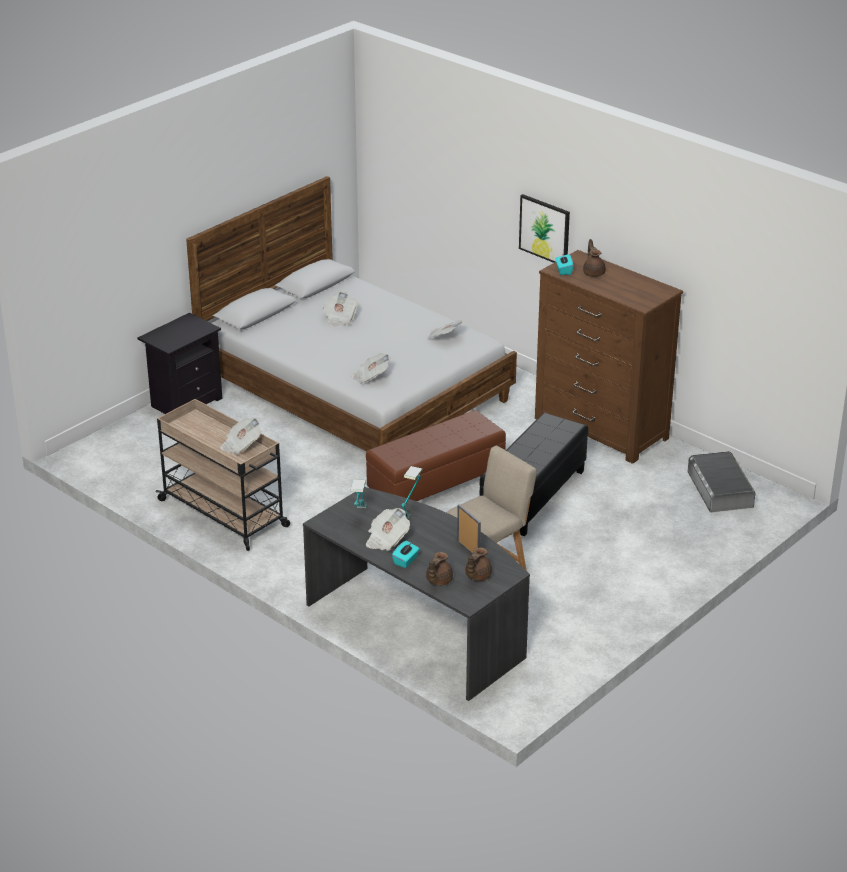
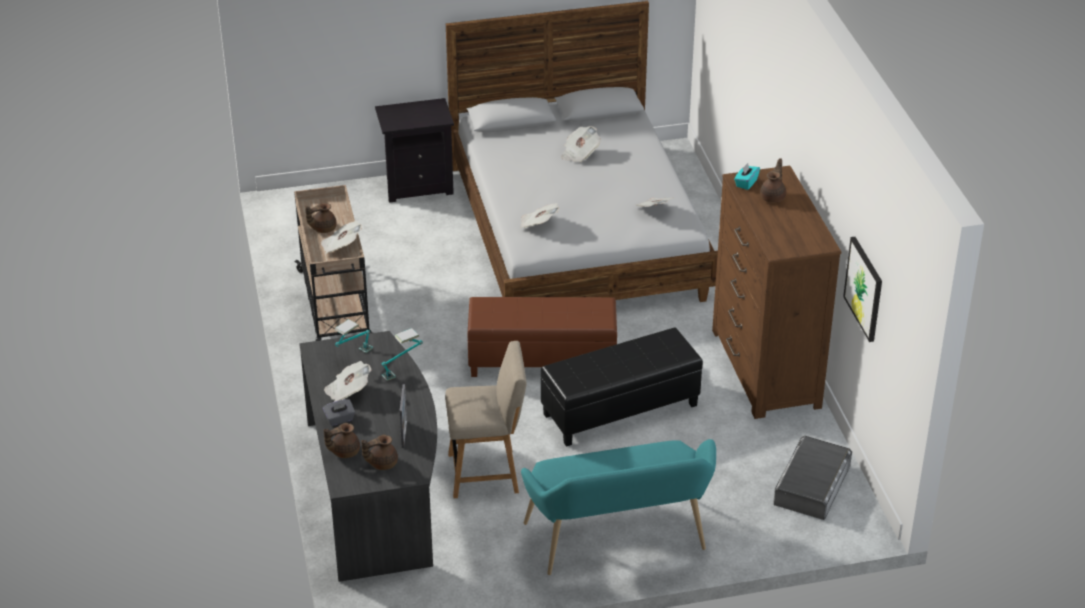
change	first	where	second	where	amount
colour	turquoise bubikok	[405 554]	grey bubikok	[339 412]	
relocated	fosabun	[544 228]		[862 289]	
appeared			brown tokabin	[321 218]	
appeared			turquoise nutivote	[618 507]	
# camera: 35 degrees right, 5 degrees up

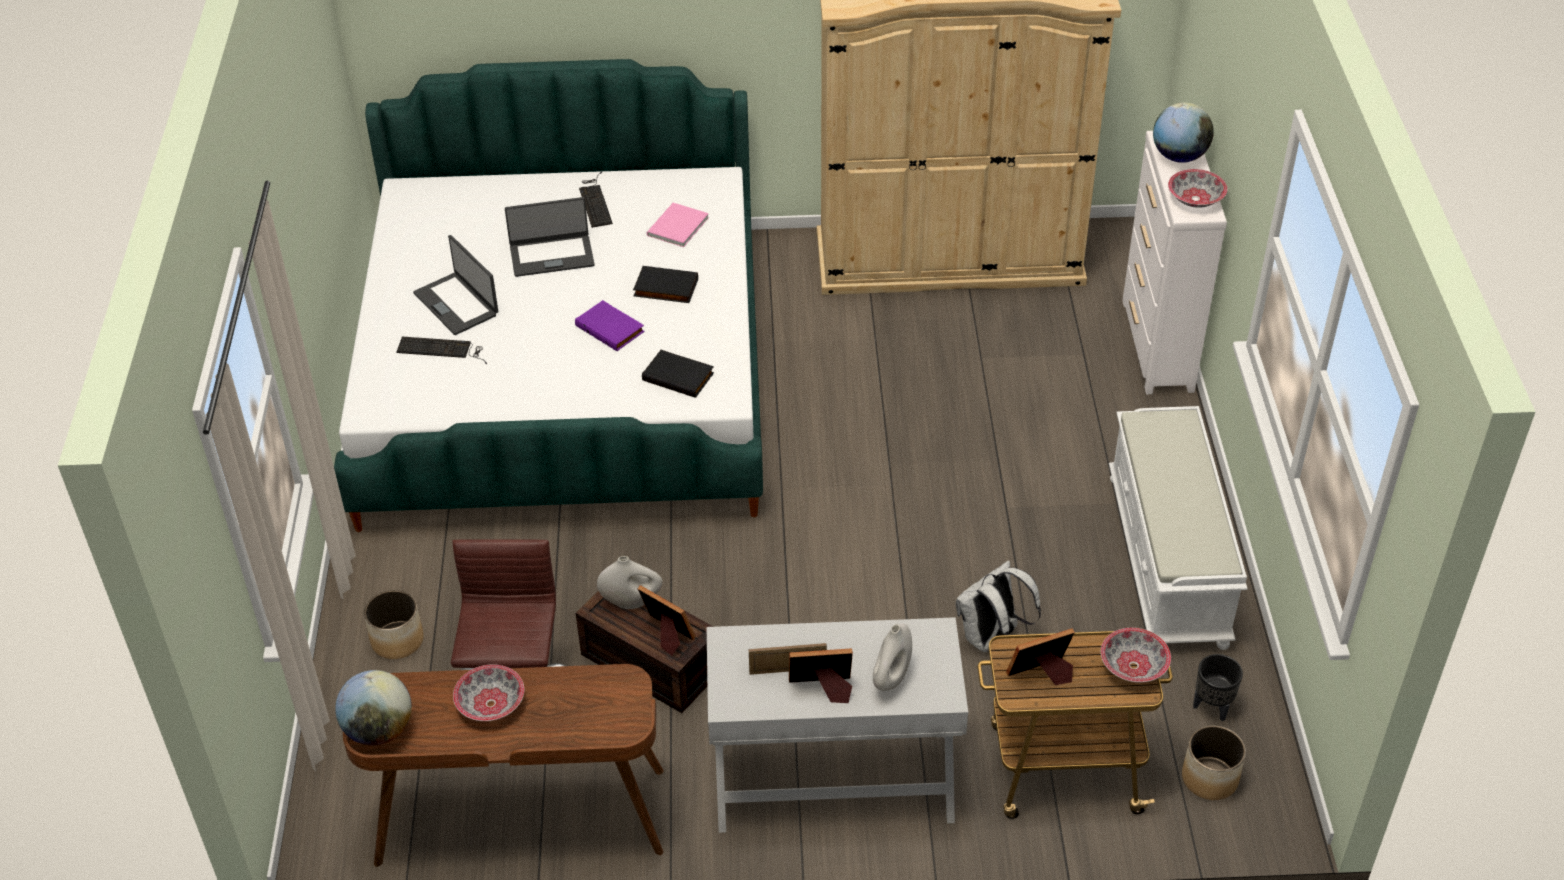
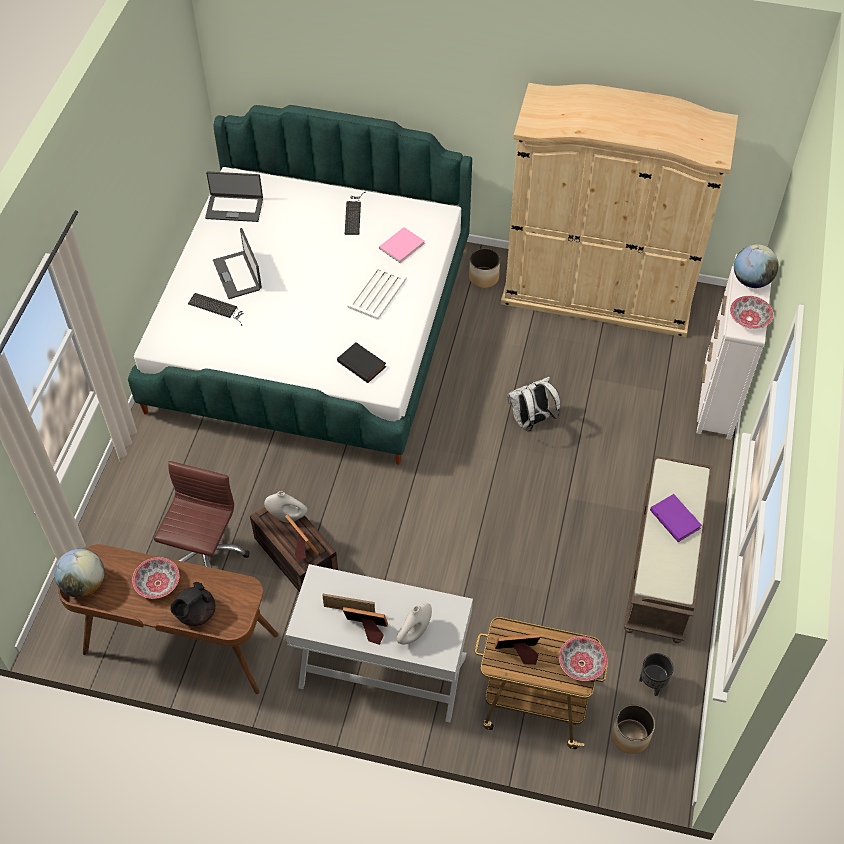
change	first	where	second	where	amount
relocated	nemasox	[394 624]		[484 268]	
relocated	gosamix	[550 237]		[234 197]	
relocated	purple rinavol	[609 325]		[676 518]	
exchanged	black rinavol	[665 284]	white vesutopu	[376 292]	
relocated	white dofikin	[998 606]		[534 404]	
colour	white nutivote	[1178 528]	brown nutivote	[668 549]	
appeared			black tokabin	[192 604]	
# camera: 15 degrees right, 10 degrees up

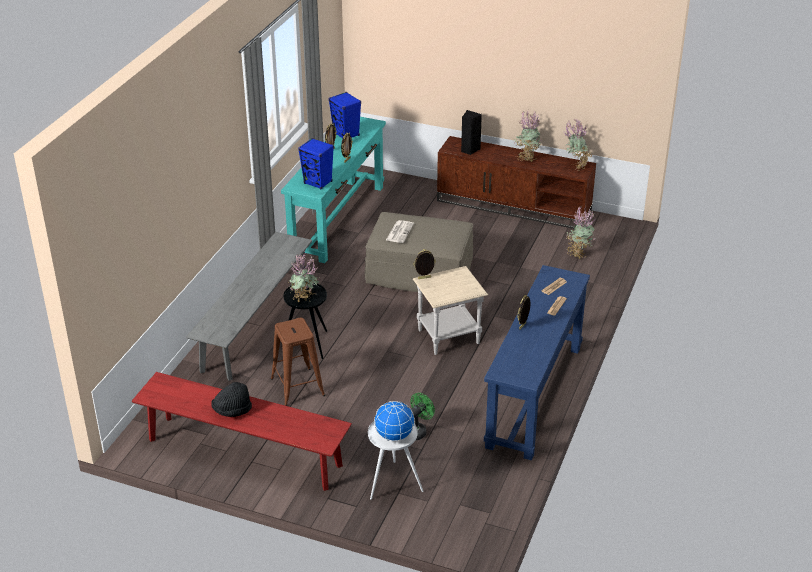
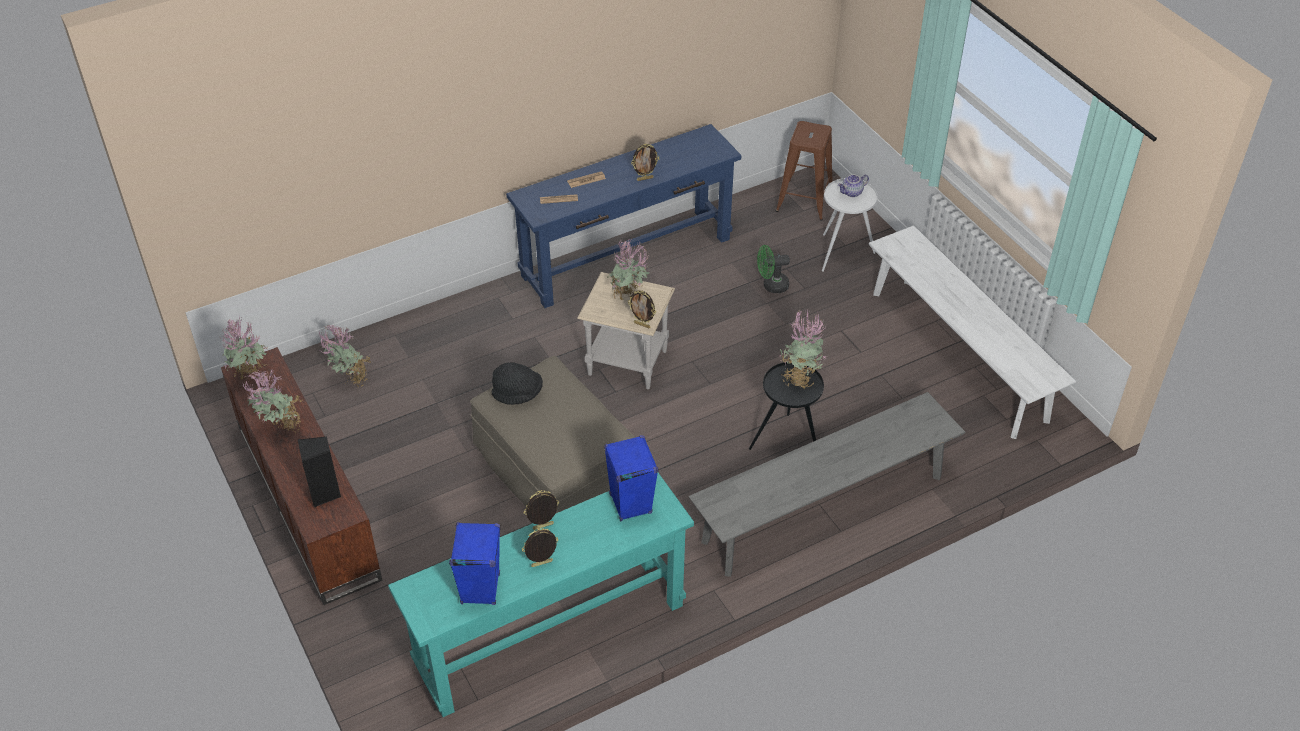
change	first	where	second	where	amount
colour	red nutivote	[242 431]	white nutivote	[973 332]	
relocated	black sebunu	[231 399]		[517 383]	
relocated	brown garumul	[298 362]		[804 171]	
exchanged	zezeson	[394 421]	tokabin	[853 186]	
missing	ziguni	[400 231]			
appeared			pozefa	[628 268]	
# camera: 140 degrees left, 10 degrees up

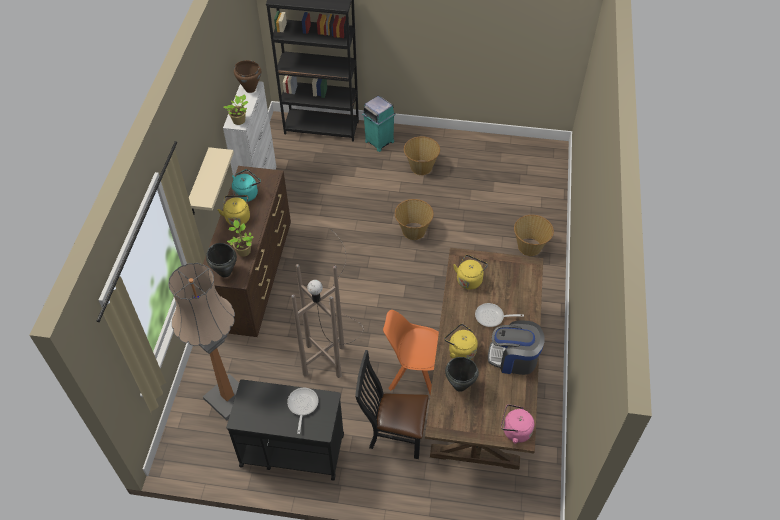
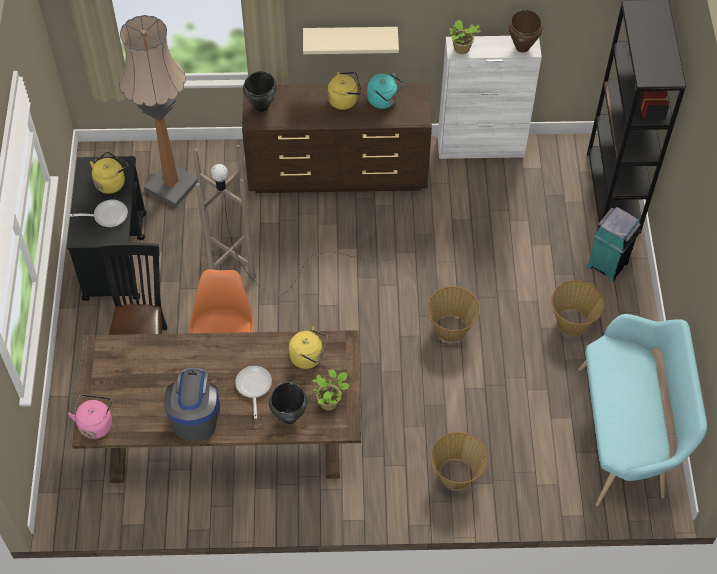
change	first	where	second	where	amount
relocated	pozefa	[240 238]		[331 390]	
relocated	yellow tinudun	[461 342]		[109 173]	
relocated	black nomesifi	[462 374]		[288 403]	
appeared			turquoise nutivote	[642 410]	
# camera: 80 degrees right, 5 degrees up

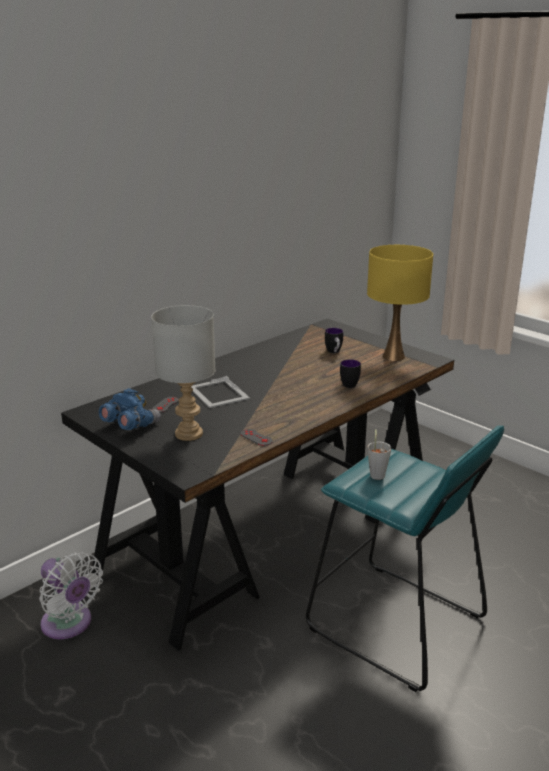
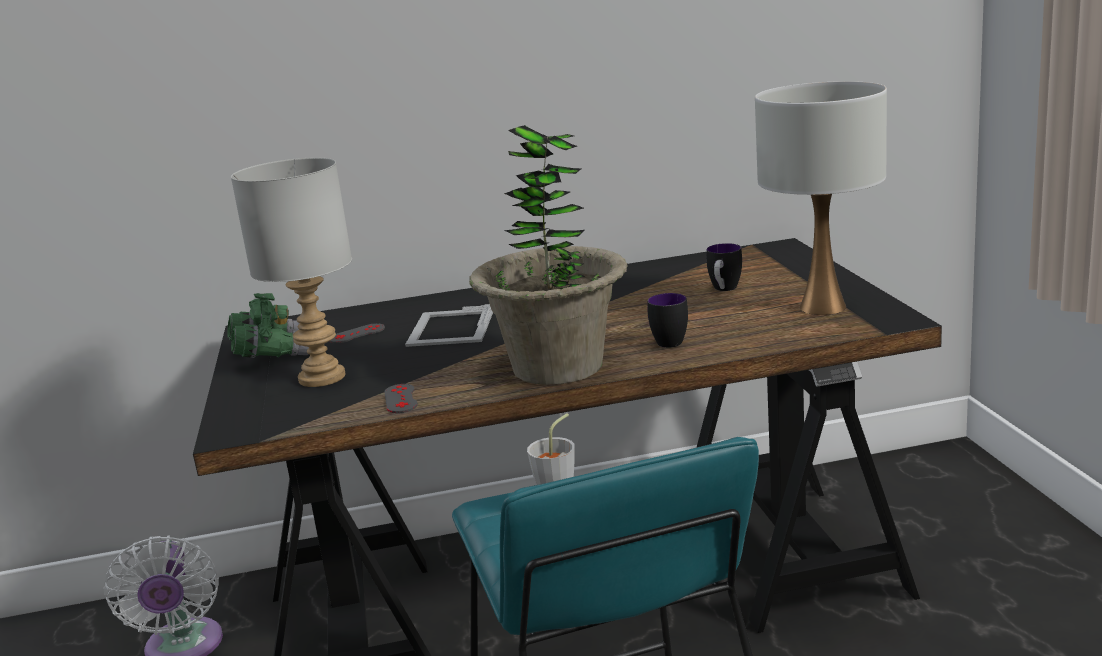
change	first	where	second	where	amount
colour	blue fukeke	[130 409]	green fukeke	[268 325]	
colour	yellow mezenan	[400 303]	white mezenan	[821 198]	
appeared			pozefa	[548 255]	
# camera: 35 degrees right, 5 degrees down

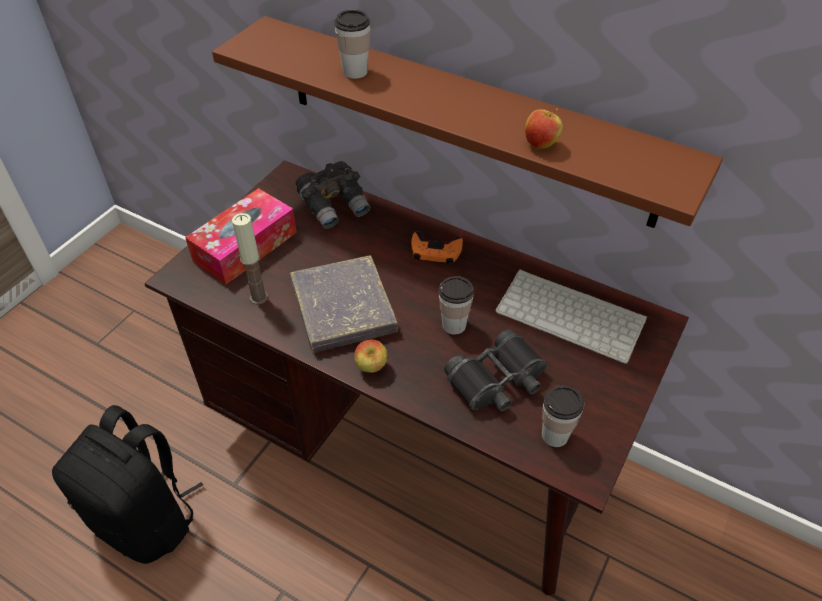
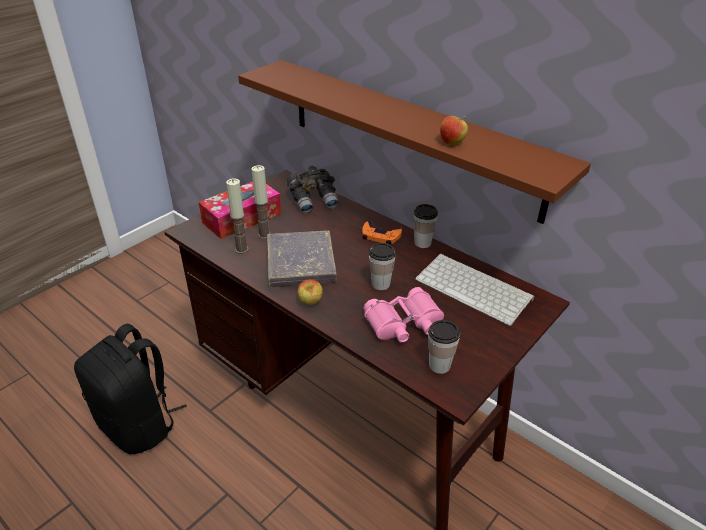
change	first	where	second	where	amount
relocated	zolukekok	[352 44]		[425 226]	
colour	black fukeke	[495 370]	pink fukeke	[404 315]	
appeared			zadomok	[261 202]	
# camera: 10 degrees right, 10 degrees down

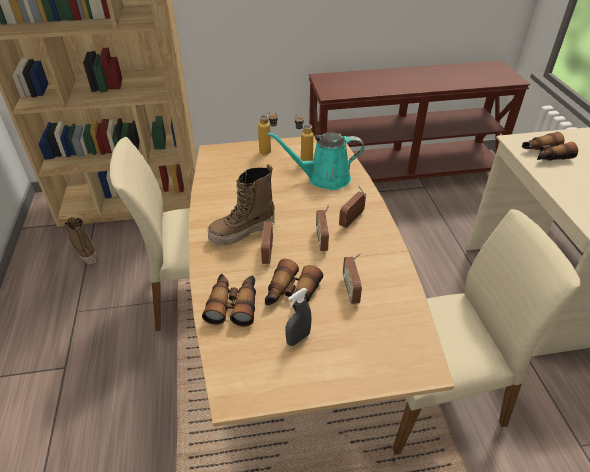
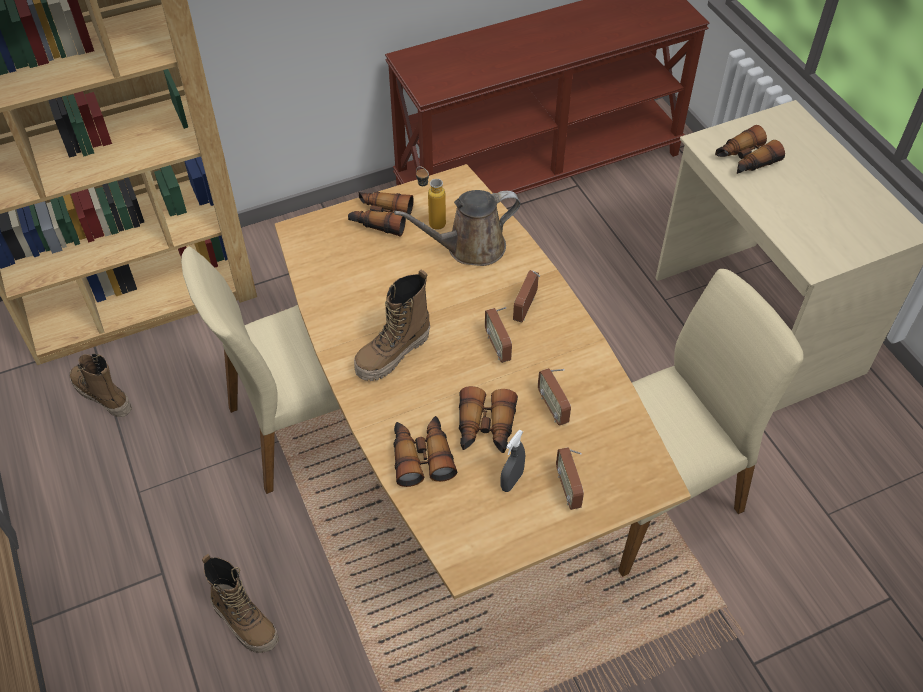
change	first	where	second	where	amount
exchanged	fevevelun	[268 133]	fukeke	[381 214]	
relocated	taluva	[267 240]		[570 478]	
colour	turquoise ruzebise	[316 161]	brown ruzebise	[457 228]	
appeared			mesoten	[240 603]	
# camera: 15 degrees left, 10 degrees up

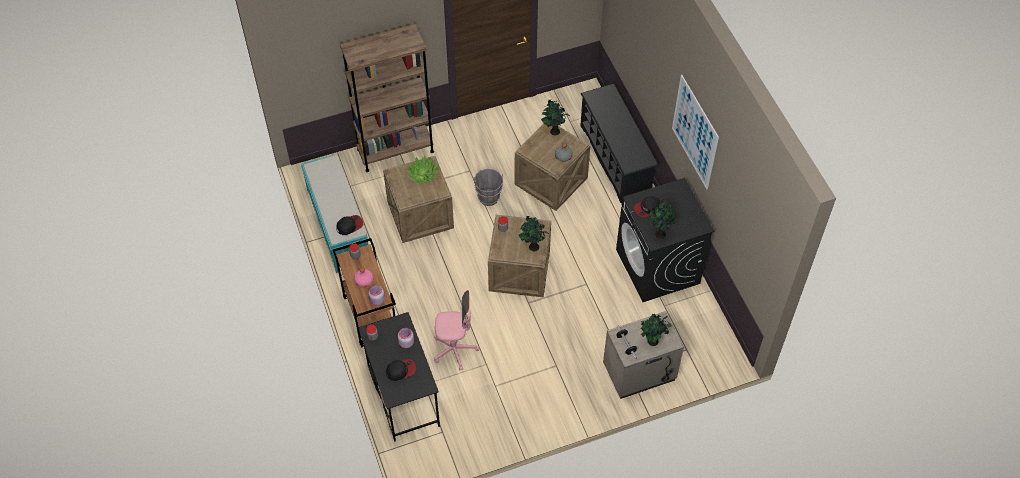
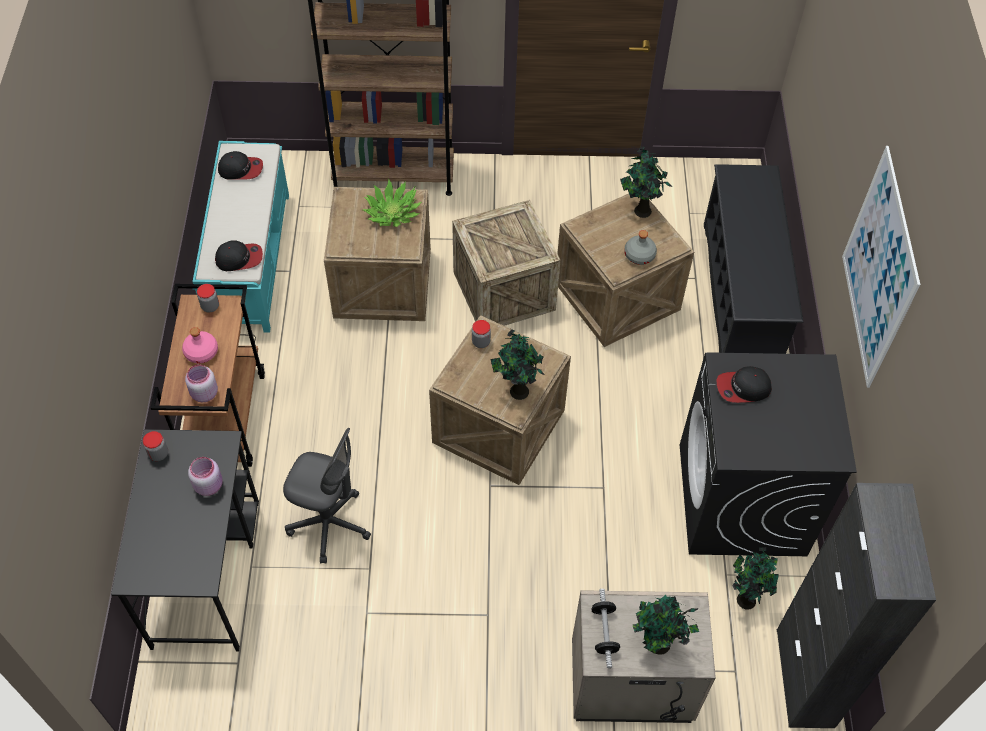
change	first	where	second	where	amount
relocated	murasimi	[401 370]		[240 165]	
colour	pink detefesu	[456 330]	grey detefesu	[327 496]	
exchanged	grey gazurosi	[488 187]	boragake	[506 263]	
relocated	pozefa	[662 219]		[755 578]	
appeared			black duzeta	[856 605]	
# camera: 20 degrees right, 0 degrees up

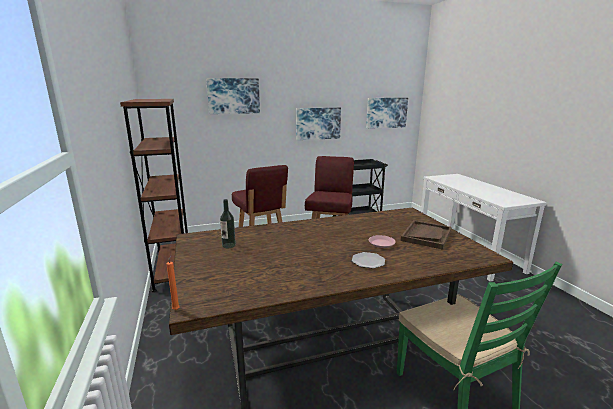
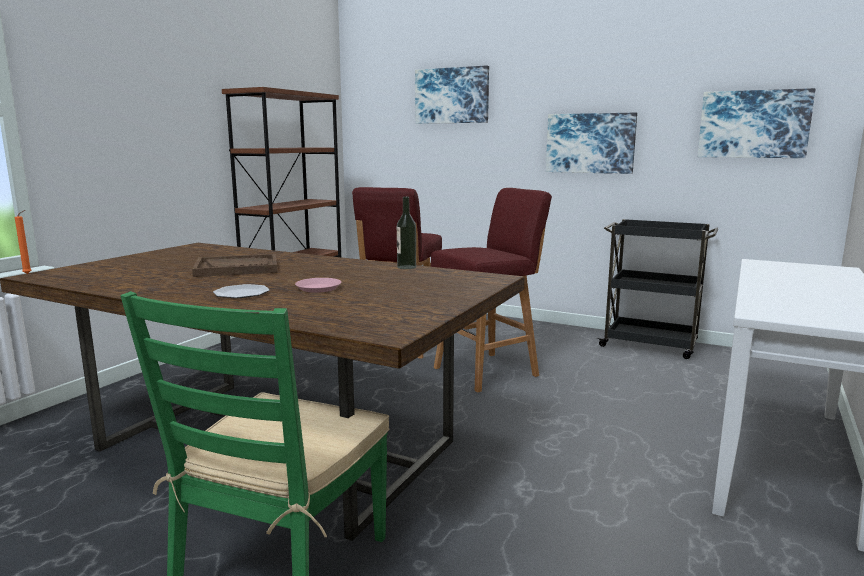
change	first	where	second	where	amount
relocated	fevevelun	[228 223]		[406 233]	
relocated	brown vesutopu	[426 235]		[235 265]	
# camera: 45 degrees right, 5 degrees down

